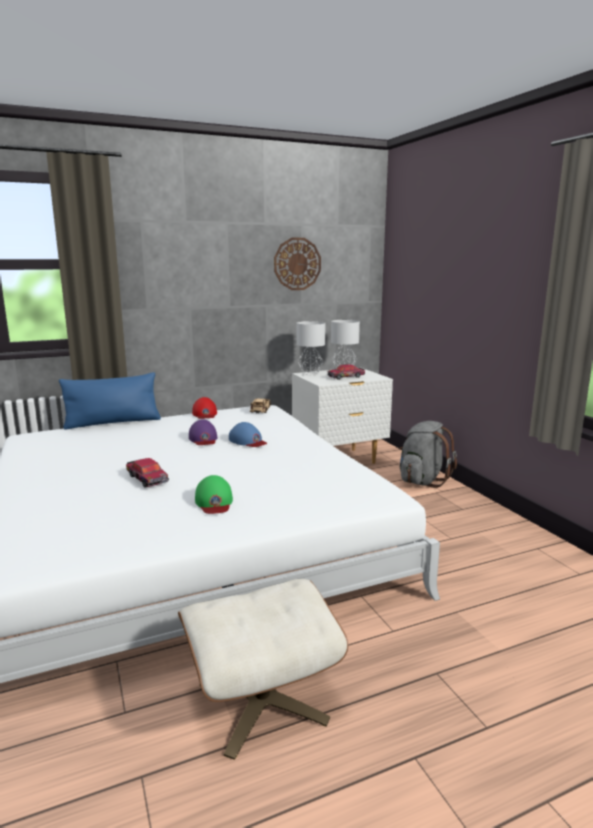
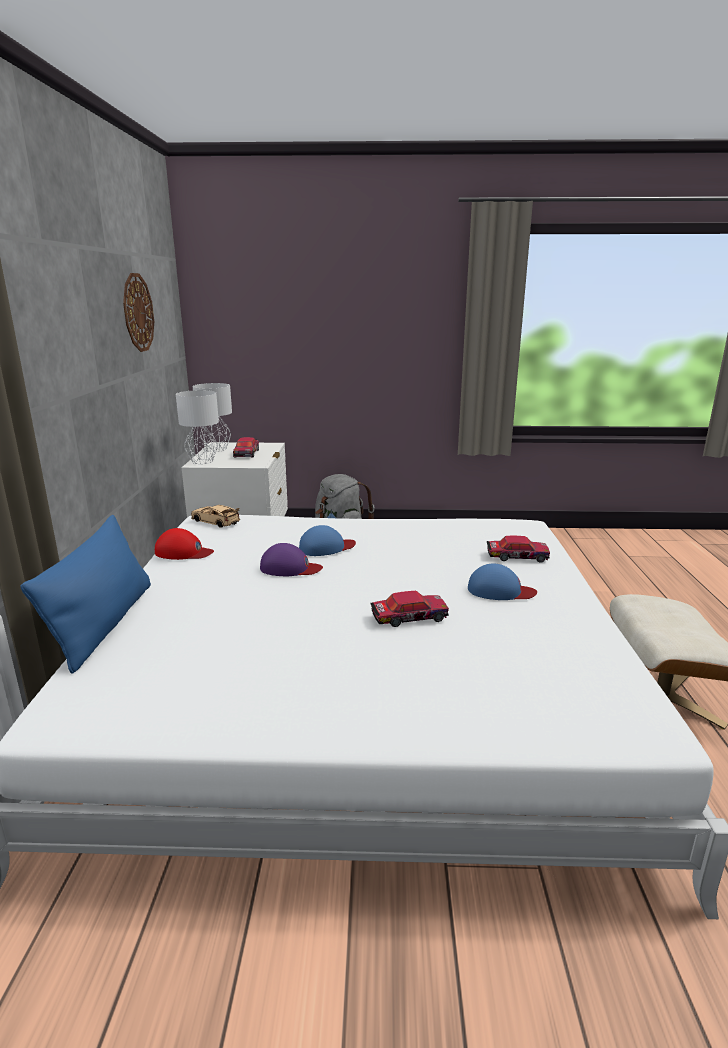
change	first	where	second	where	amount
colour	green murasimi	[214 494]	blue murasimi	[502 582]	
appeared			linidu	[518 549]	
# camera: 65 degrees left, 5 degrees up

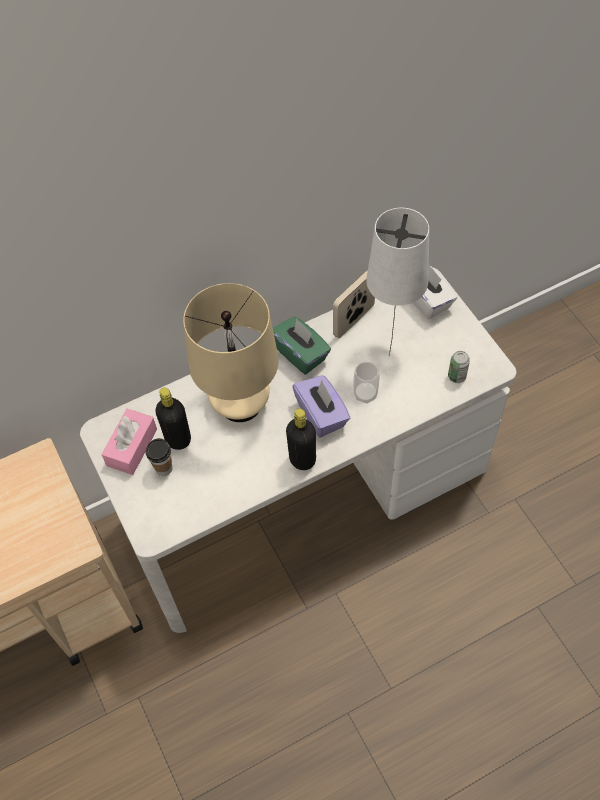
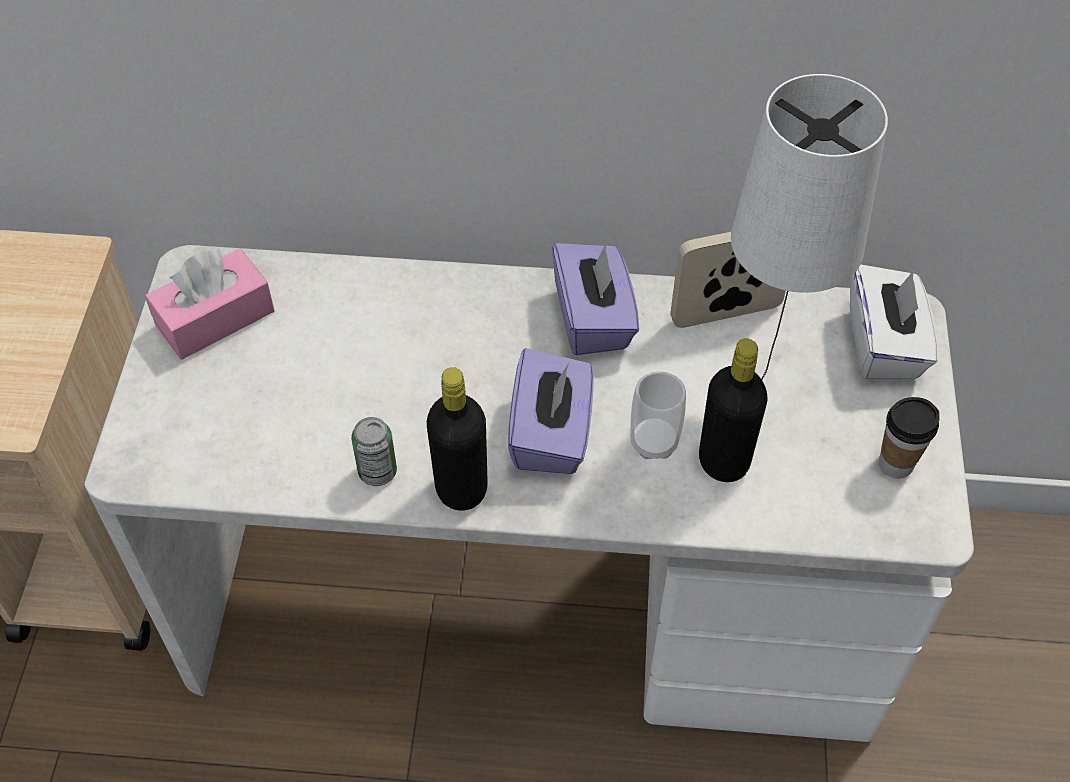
change	first	where	second	where	amount
relocated	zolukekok	[159 457]		[909 438]	
relocated	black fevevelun	[173 419]		[733 410]	
missing	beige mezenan	[231 352]			
colour	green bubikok	[302 345]	purple bubikok	[595 299]	
relocated	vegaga	[459 367]		[374 451]	
# camera: 30 degrees right, 5 degrees down

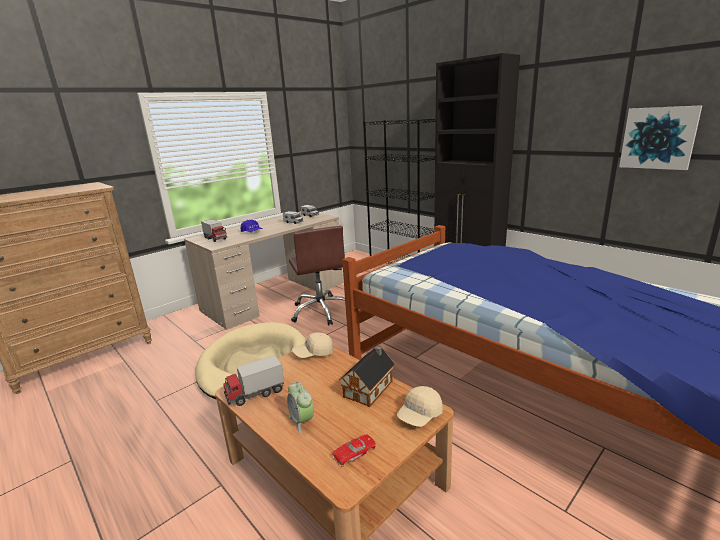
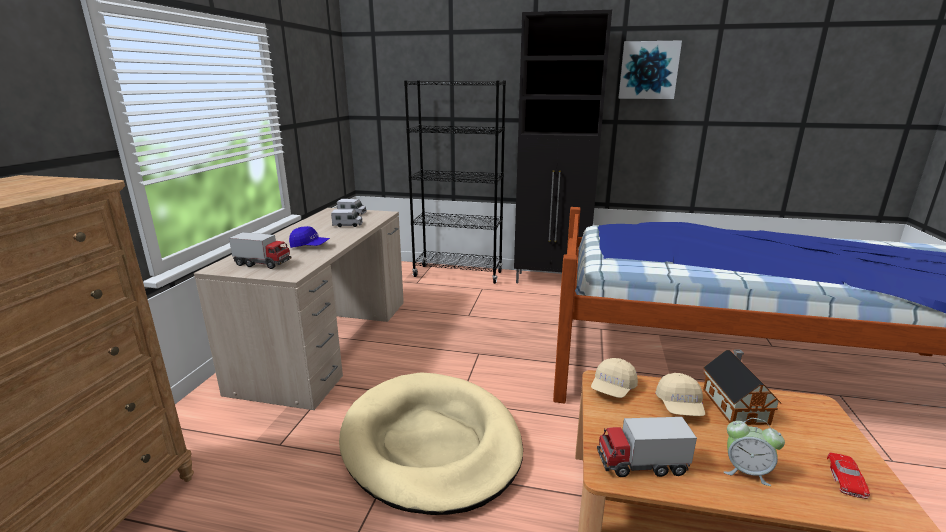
change	first	where	second	where	amount
spun	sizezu	[254 380]		[647 447]	60 degrees clockwise
missing	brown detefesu	[317 275]			
relocated	beige murasimi	[420 406]		[680 394]	
relocated	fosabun	[661 137]		[650 69]	
# camera: 35 degrees left, 0 degrees up

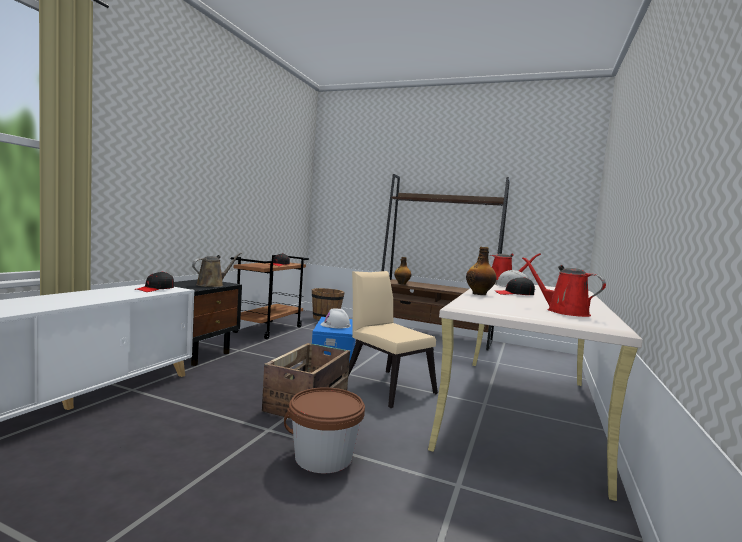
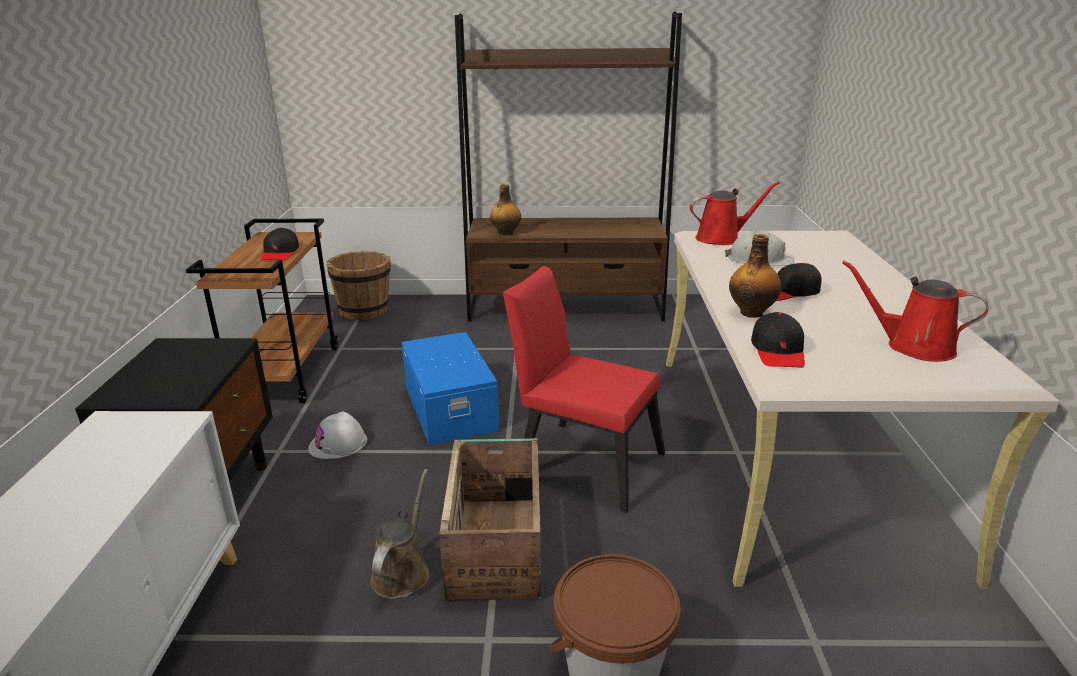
change	first	where	second	where	amount
relocated	black murasimi	[154 281]		[778 340]	
relocated	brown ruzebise	[217 270]		[399 534]	
relocated	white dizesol	[335 318]		[337 435]	
colour	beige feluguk	[393 339]	red feluguk	[584 389]	
# camera: 20 degrees left, 20 degrees up

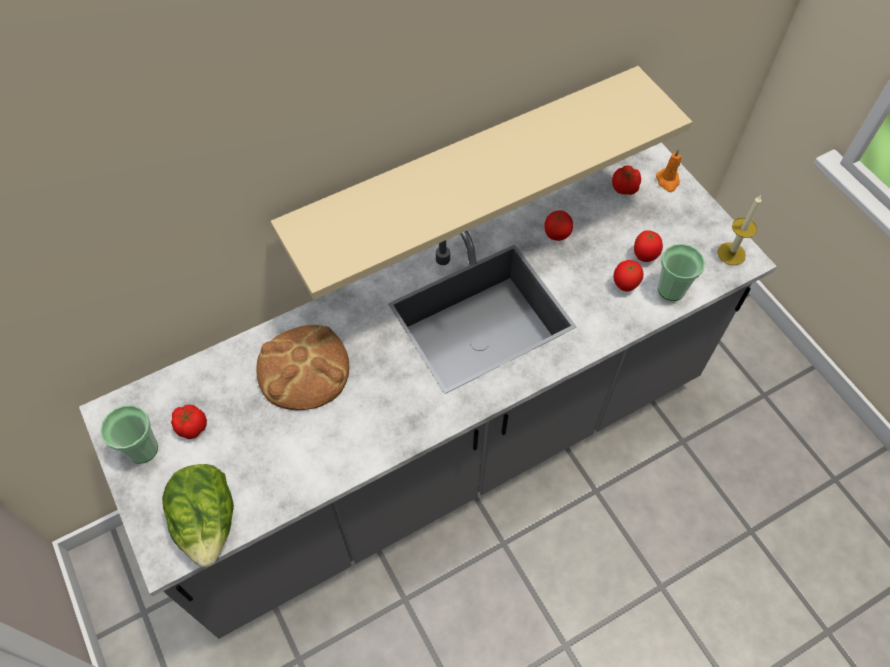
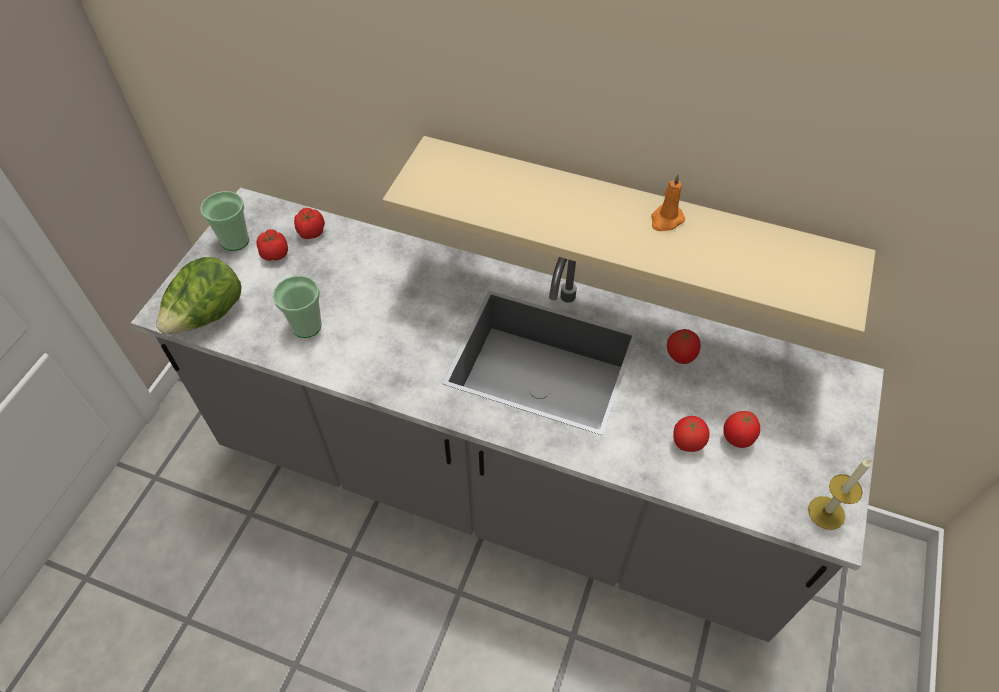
change	first	where	second	where	amount
missing	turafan	[303 367]			
relocated	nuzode	[626 180]		[309 223]	
relocated	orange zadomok	[668 170]		[668 202]	
relocated	zolukekok	[681 272]		[297 307]	
# camera: 50 degrees right, 5 degrees down

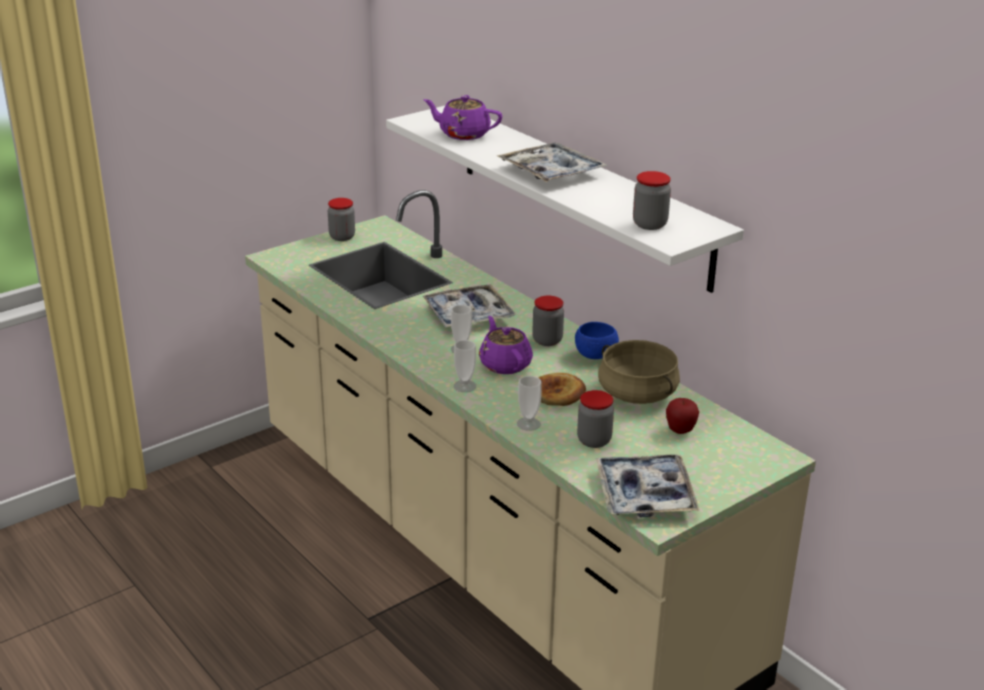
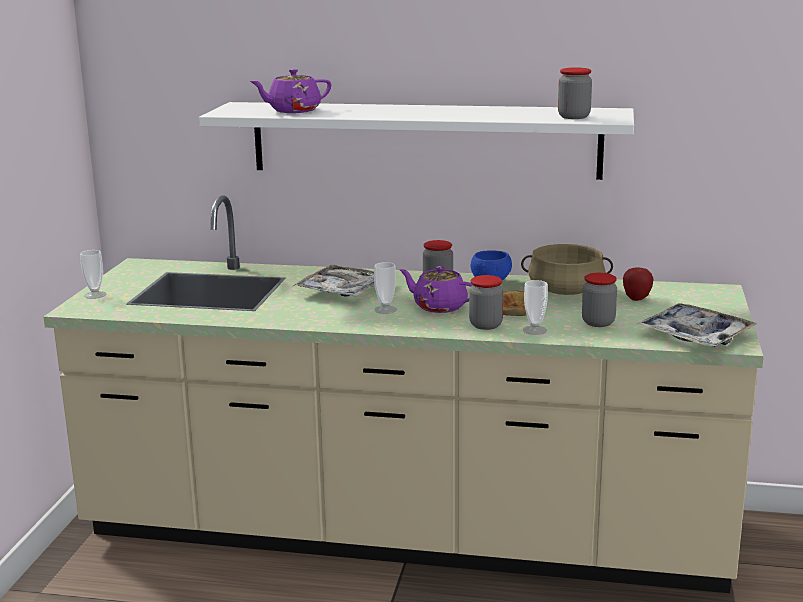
change	first	where	second	where	amount
relocated	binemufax	[341 219]		[486 302]	
relocated	zolukekok	[465 366]		[93 274]	
missing	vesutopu	[552 162]			
# camera: 40 degrees left, 10 degrees down

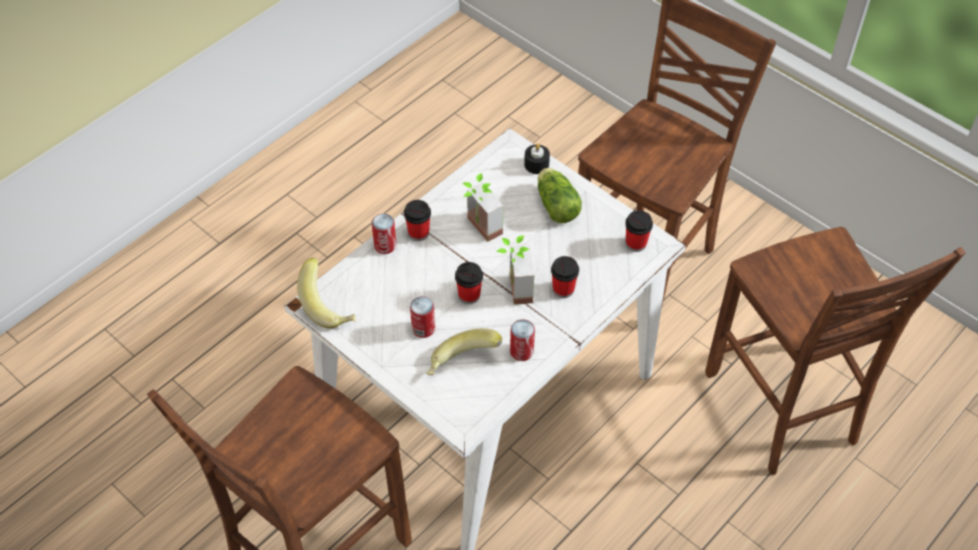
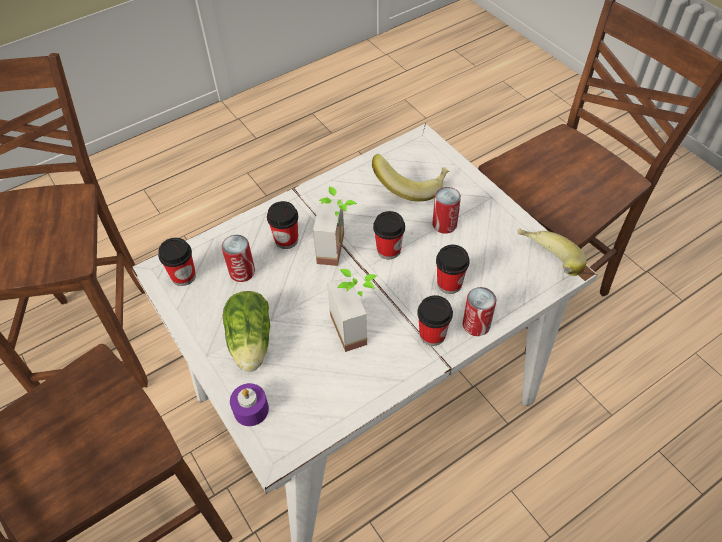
change	first	where	second	where	amount
relocated	vegaga	[522 340]		[238 258]	
colour	black zadomok	[537 159]	purple zadomok	[249 404]	
appeared			zolukekok	[453 269]	
# camera: 165 degrees left, 0 degrees up

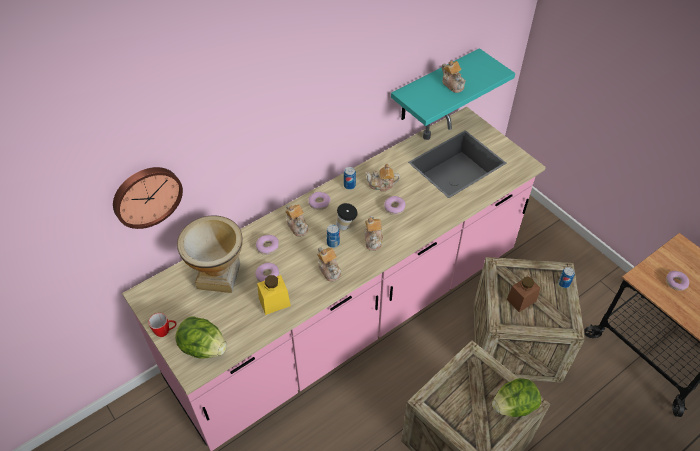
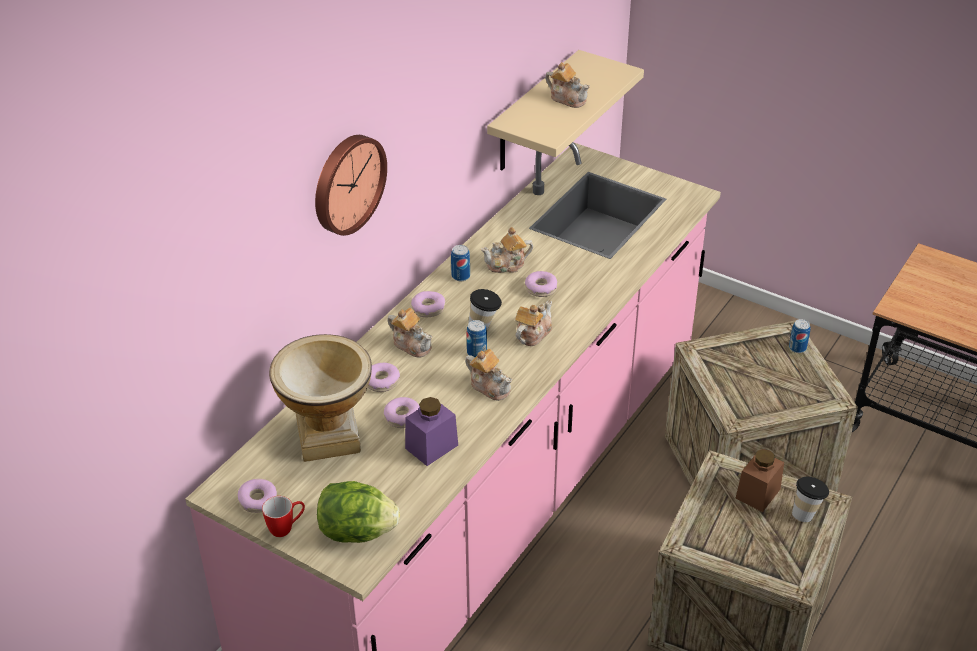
change	first	where	second	where	amount
relocated	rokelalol	[148 198]		[351 185]	
colour	yellow binemufax	[274 295]	purple binemufax	[431 431]	
spun	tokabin	[374 233]		[533 323]	120 degrees counterclockwise
colour	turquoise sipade	[453 87]	beige sipade	[565 110]	
exchanged	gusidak	[516 397]	zolukekok	[810 499]	
relocated	brown binemufax	[523 294]		[759 480]	
relocated	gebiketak	[677 281]		[257 496]	
# camera: 20 degrees left, 10 degrees down

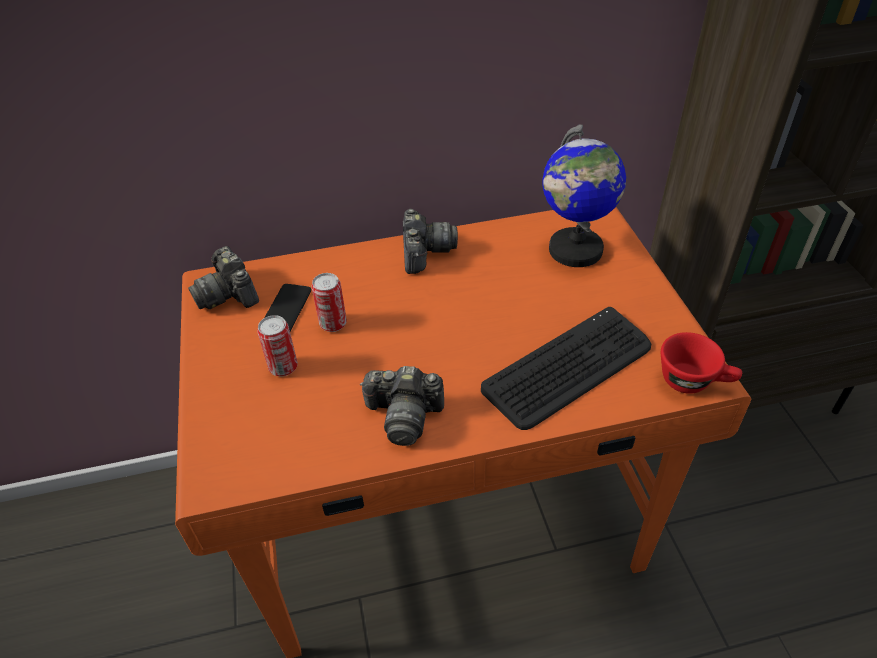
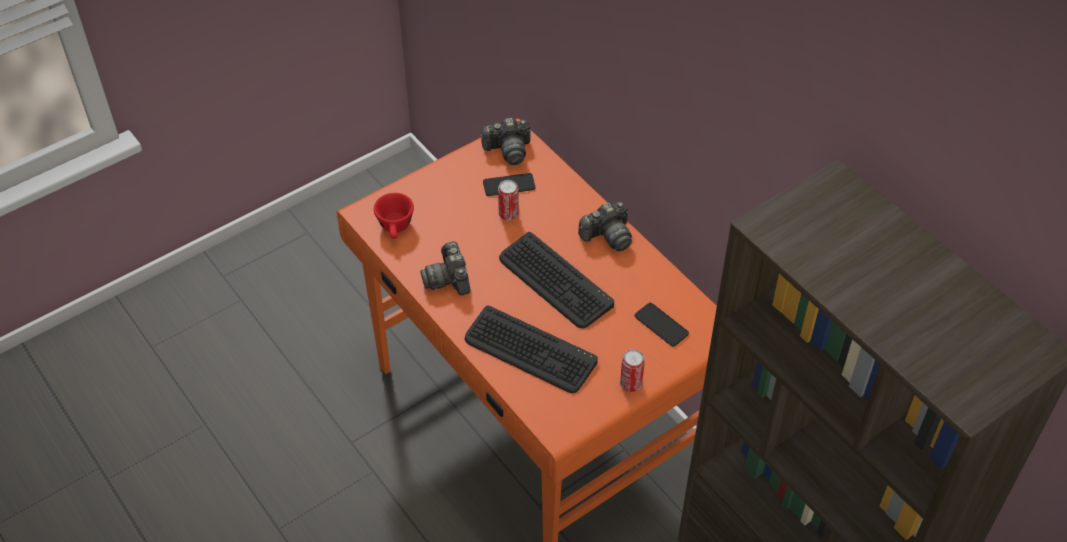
change	first	where	second	where	amount
spun	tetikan	[223 278]		[505 141]	135 degrees counterclockwise
relocated	vegaga	[277 346]		[632 370]	
exchanged	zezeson	[584 196]	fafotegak	[661 325]	
relocated	red zolukekok	[701 363]		[394 216]	
appeared			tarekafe	[556 280]	
# camera: 65 degrees right, 5 degrees up

